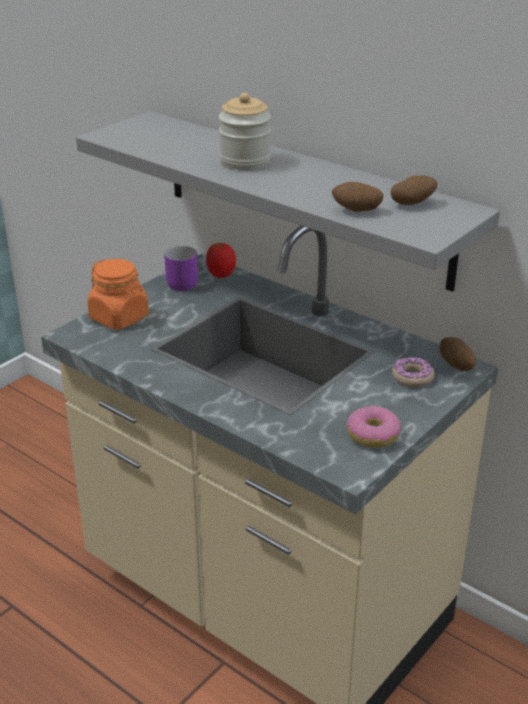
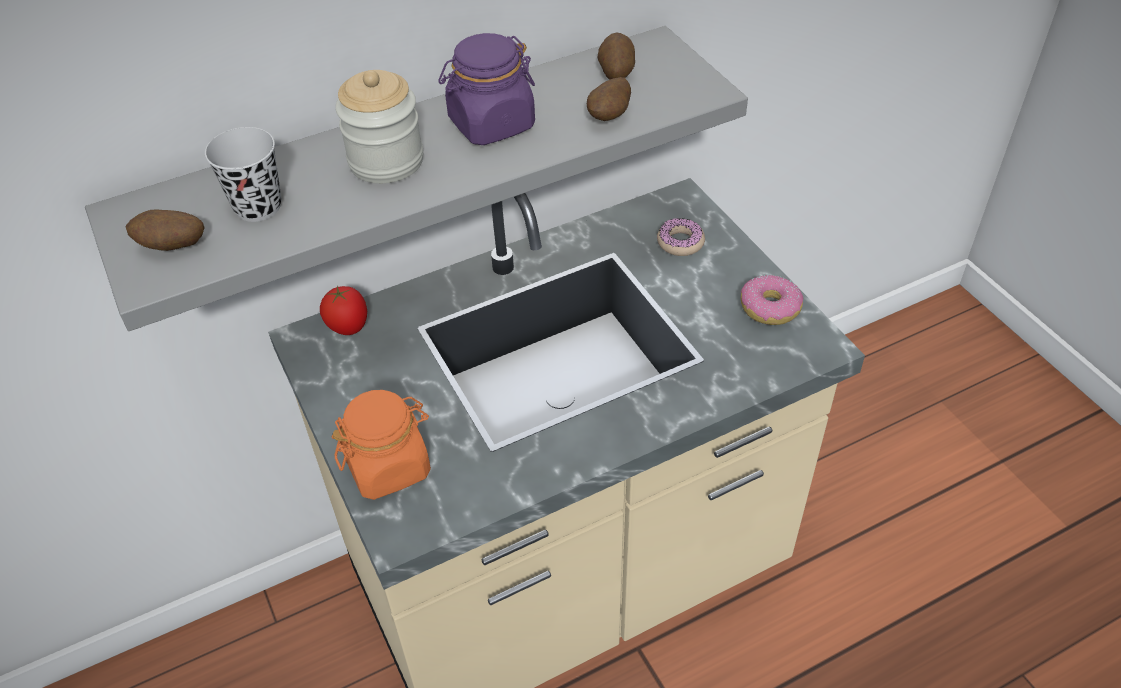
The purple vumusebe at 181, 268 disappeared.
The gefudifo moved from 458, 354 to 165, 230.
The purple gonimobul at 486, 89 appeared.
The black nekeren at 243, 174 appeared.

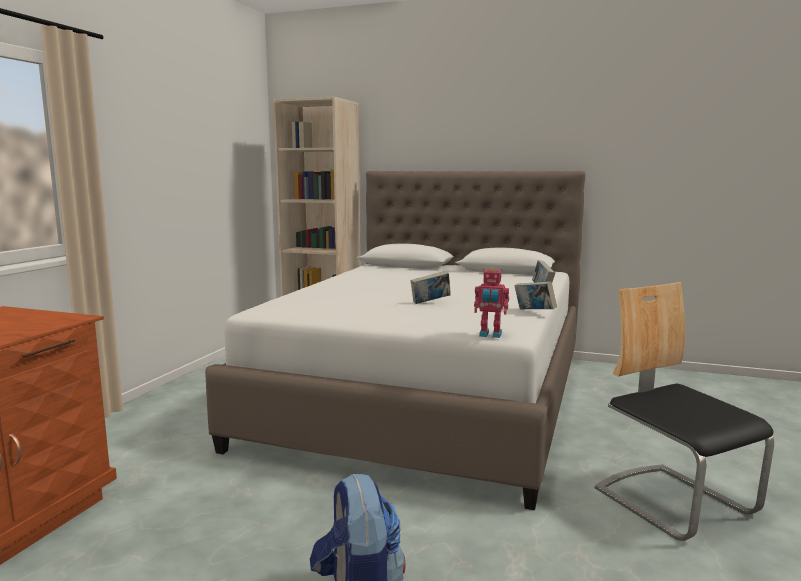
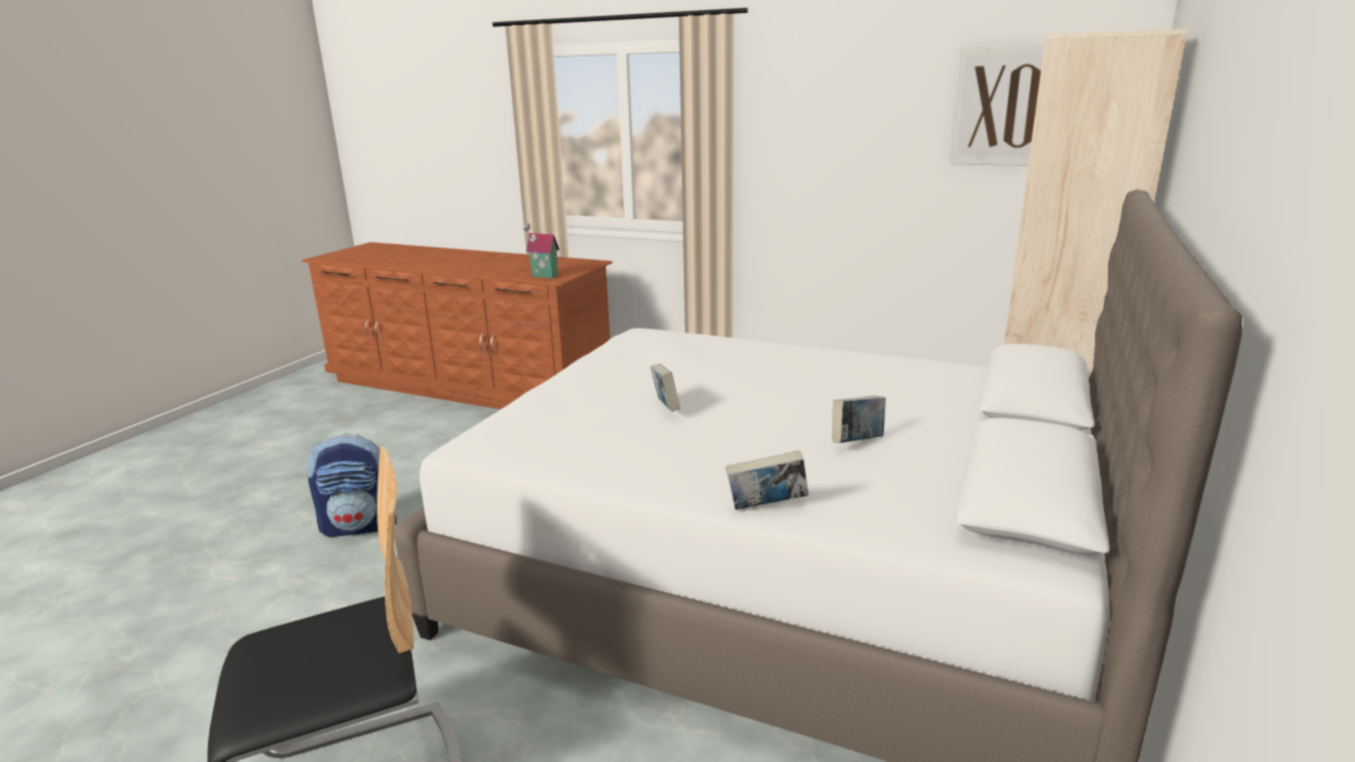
The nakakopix at 491, 303 disappeared.
The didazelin moved from 536, 295 to 859, 419.
The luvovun at 997, 105 appeared.
The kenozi at 541, 250 appeared.

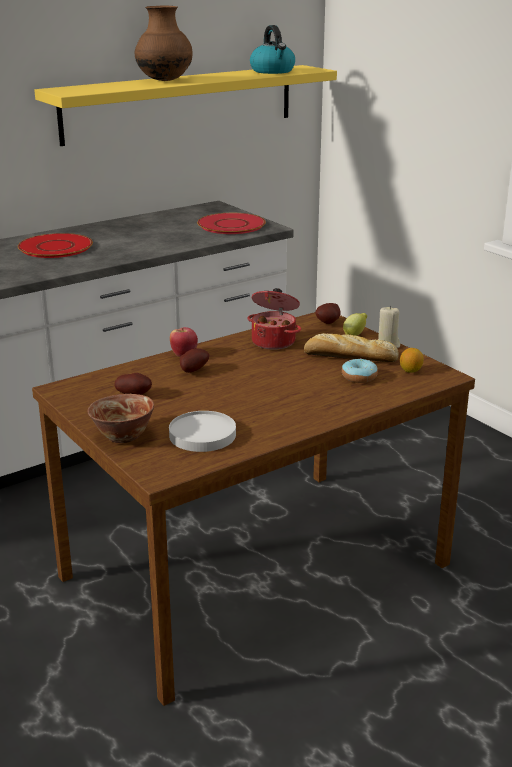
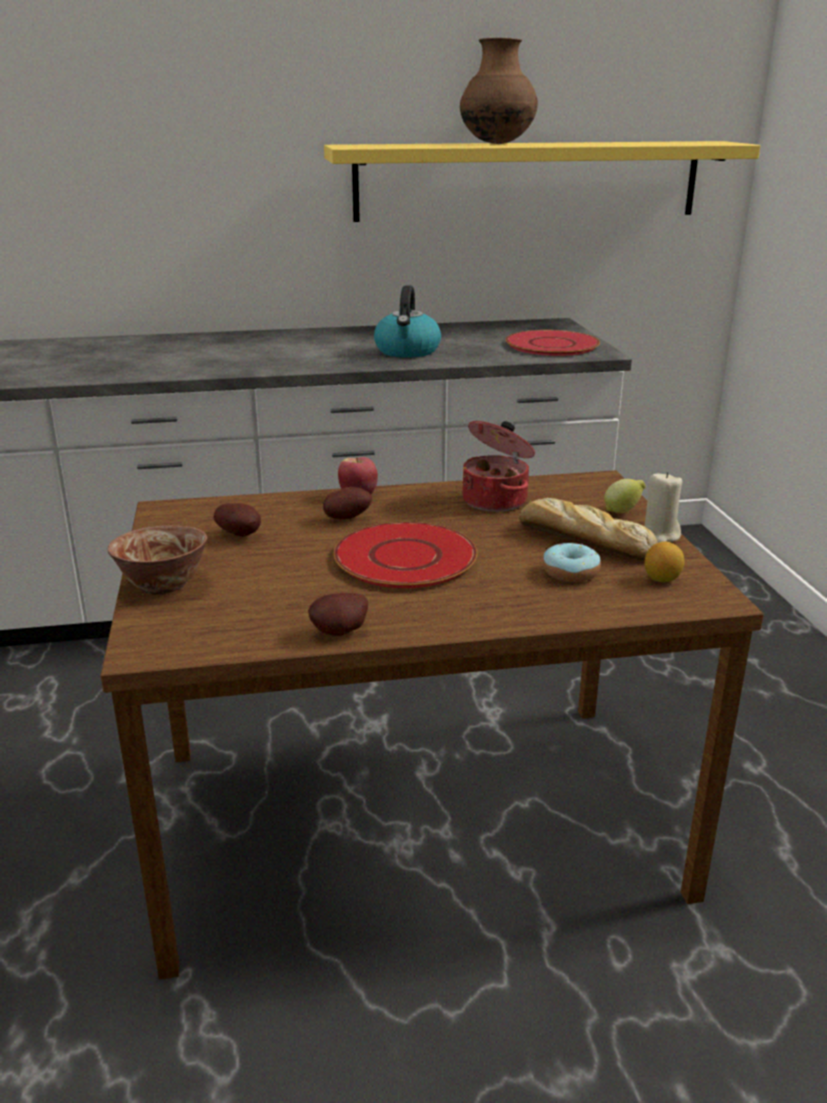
The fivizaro moved from 272, 49 to 407, 321.
The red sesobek moved from 55, 245 to 405, 555.
The gefudifo moved from 328, 313 to 338, 614.
The white sesobek at 202, 431 disappeared.

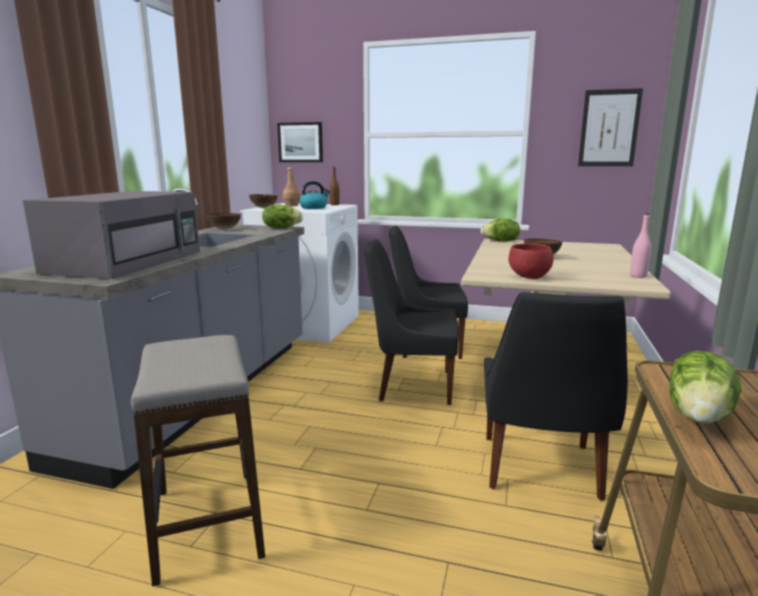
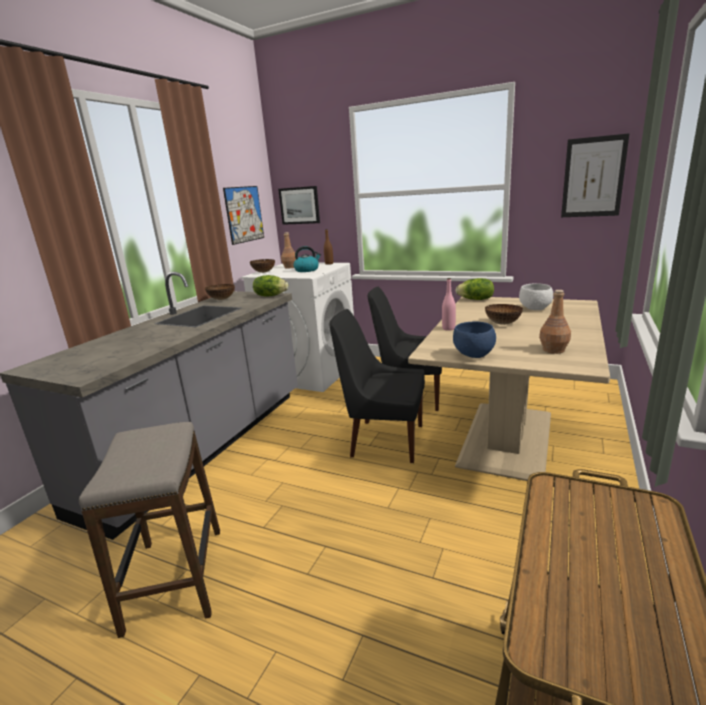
The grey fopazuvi at 111, 235 disappeared.
The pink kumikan moved from 640, 245 to 449, 304.
The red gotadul at 531, 261 became the blue gotadul at 474, 340.
The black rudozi at 556, 396 disappeared.
The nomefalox at 705, 387 disappeared.
The luvovun at 243, 215 appeared.
The white gotadul at 536, 296 appeared.
The brown kumikan at 555, 322 appeared.

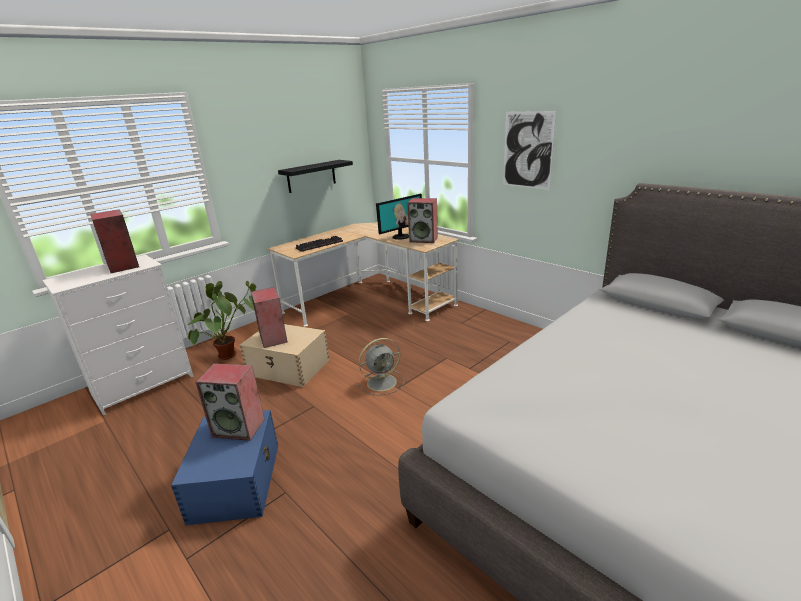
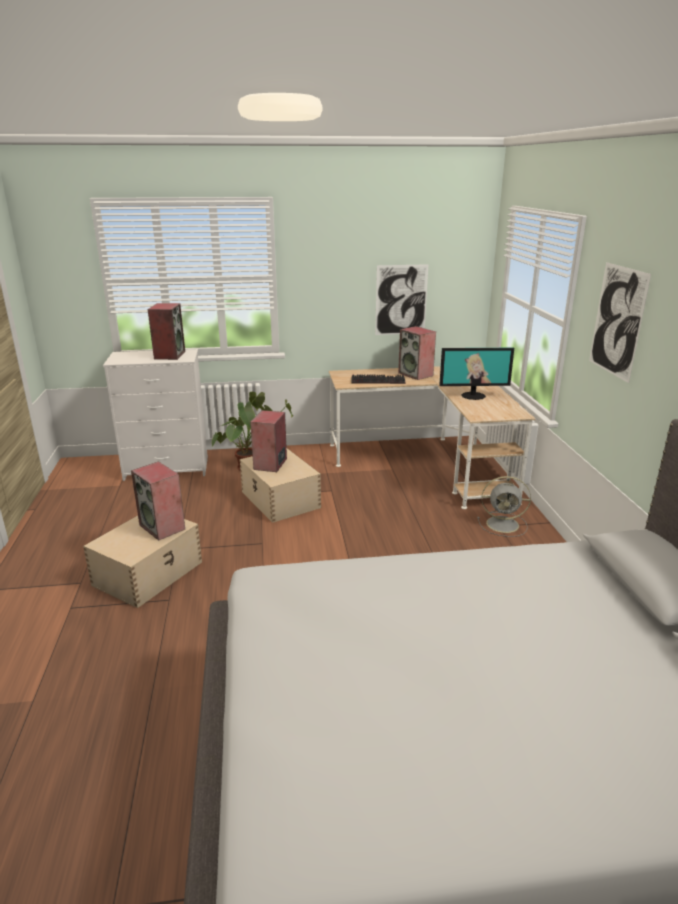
The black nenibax at 315, 176 was replaced by the luvovun at 402, 299.
The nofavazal moved from 422, 220 to 417, 353.
The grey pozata moved from 381, 367 to 504, 506.
The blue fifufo at 224, 467 became the beige fifufo at 142, 561.

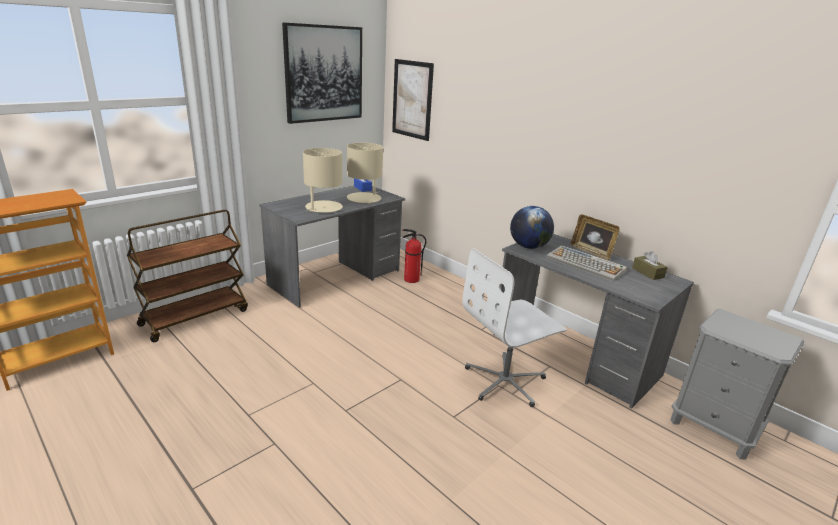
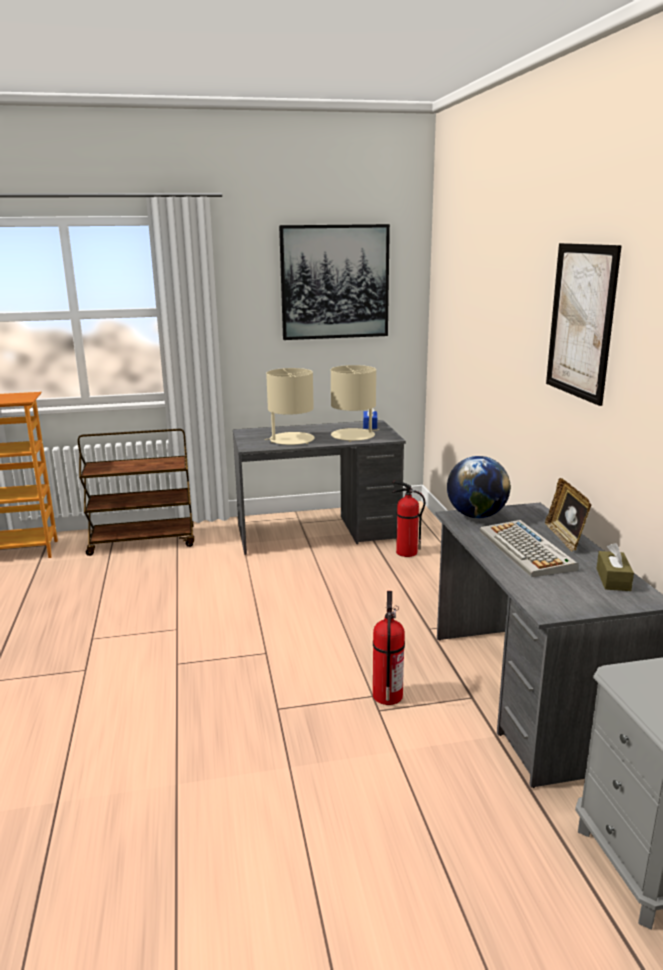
The luvovun moved from 413, 100 to 584, 324.
The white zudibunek at 514, 327 was replaced by the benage at 389, 648.

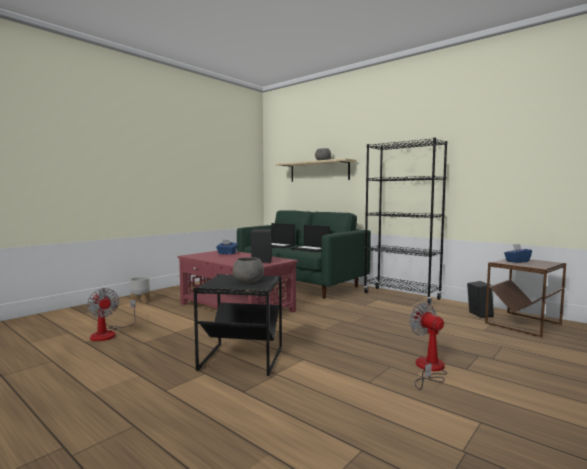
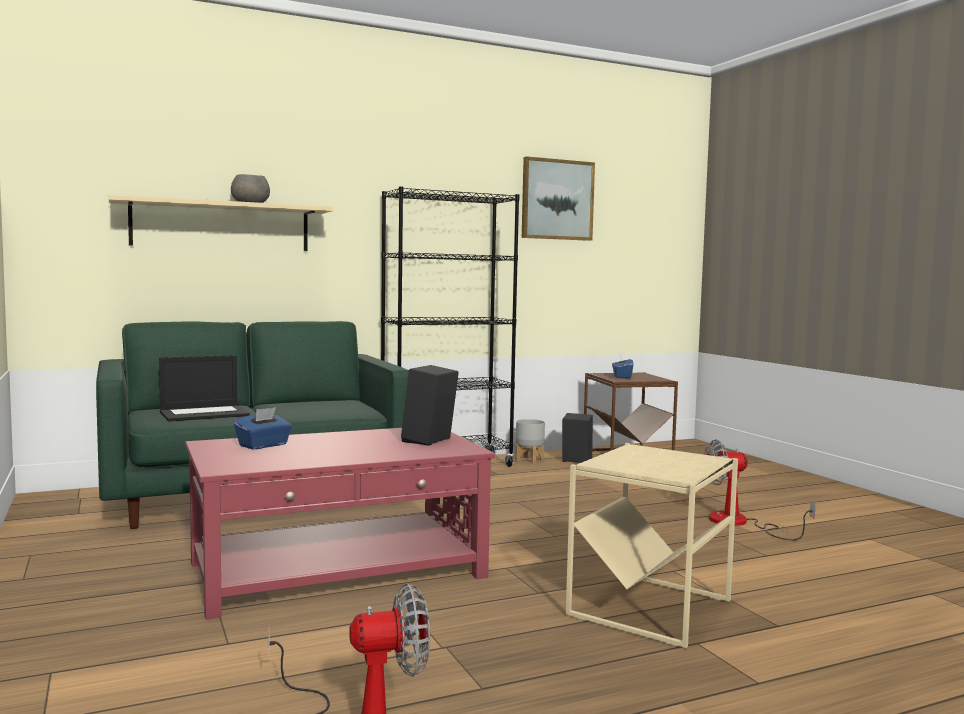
The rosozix at 310, 238 disappeared.
The grey gotadul at 248, 270 disappeared.
The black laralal at 238, 325 became the beige laralal at 652, 545.
The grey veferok moved from 140, 290 to 530, 441.
The luvovun at 558, 198 appeared.

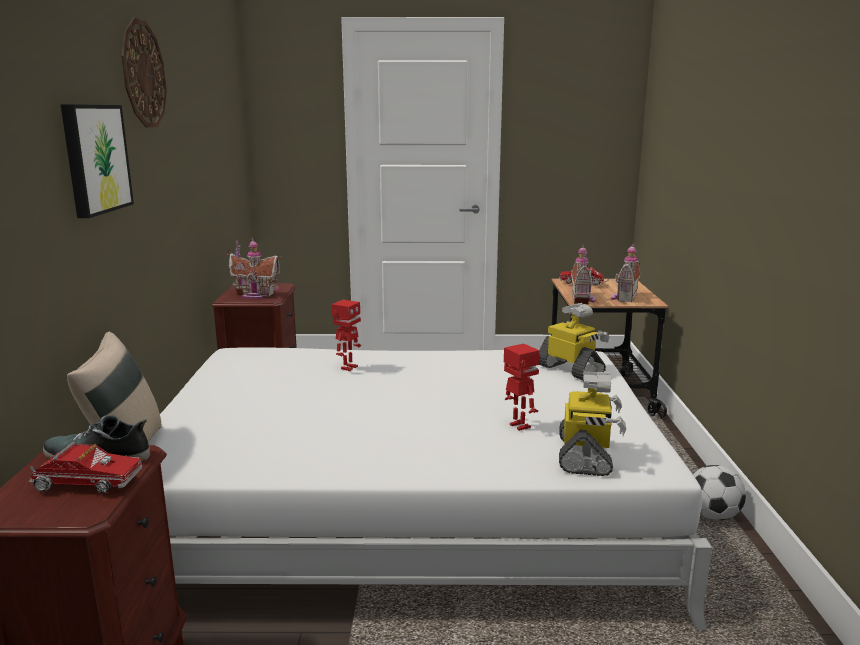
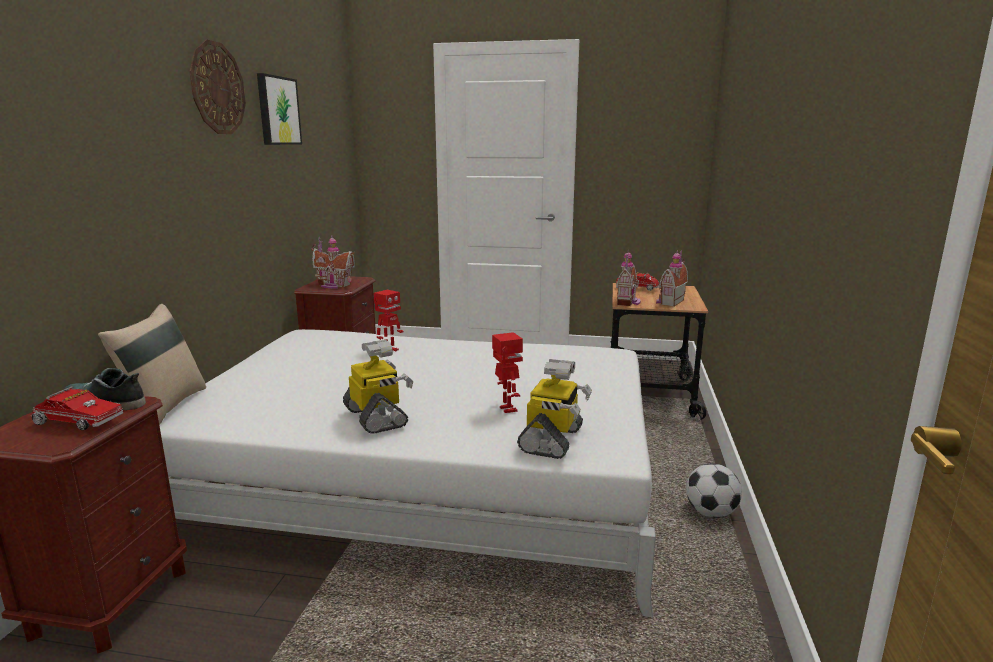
The luvovun moved from 97, 161 to 279, 109.
The nakakopix moved from 574, 342 to 378, 386.

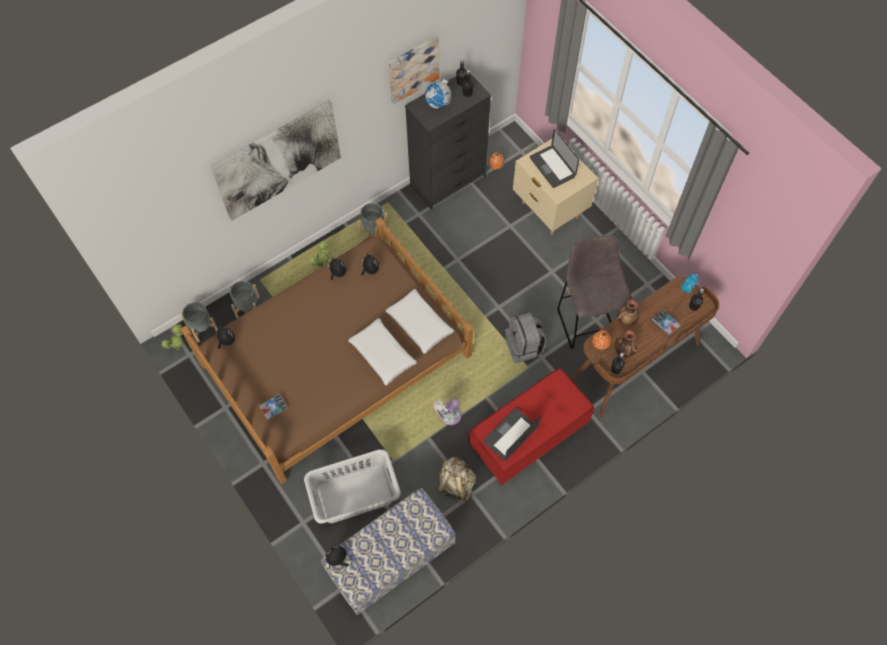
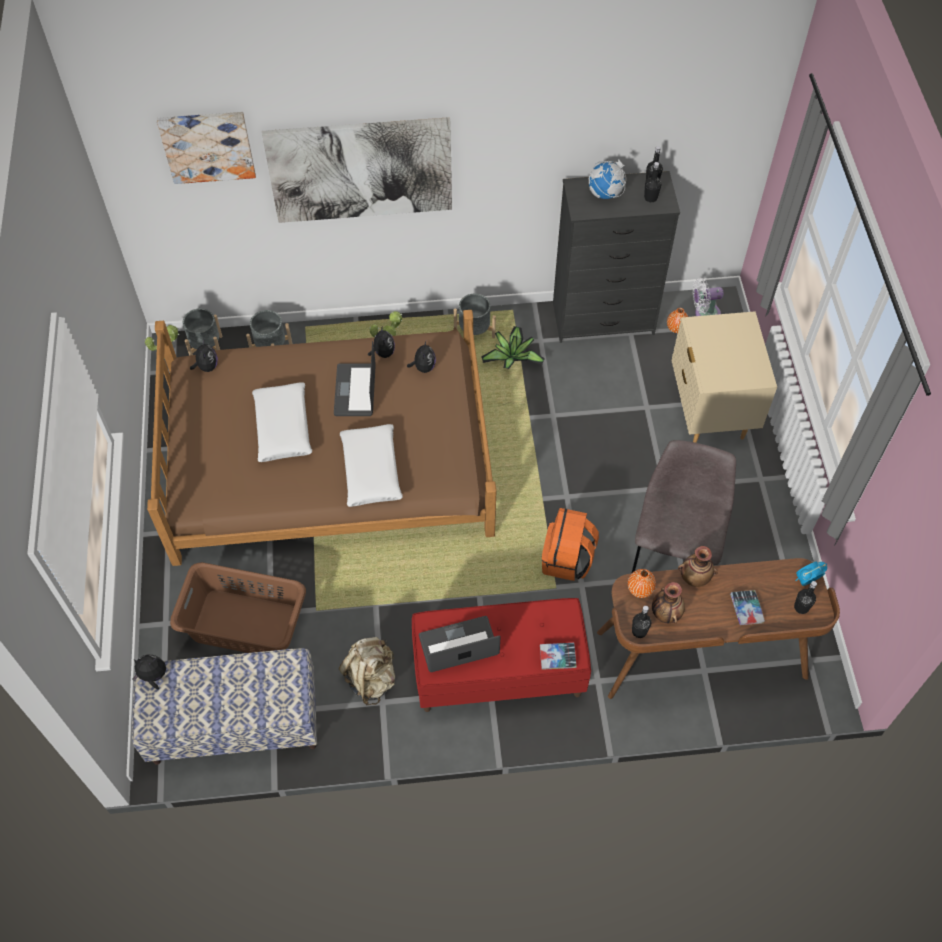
The luvovun moved from 413, 70 to 206, 148.
The rosozix moved from 554, 158 to 355, 378.
The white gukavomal moved from 419, 321 to 282, 422.
The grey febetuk at 525, 338 became the orange febetuk at 570, 544.
The didazelin moved from 273, 407 to 558, 656.
The white pozata moved from 447, 412 to 708, 297.
The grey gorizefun at 352, 486 became the brown gorizefun at 238, 607.
The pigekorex at 513, 347 appeared.

